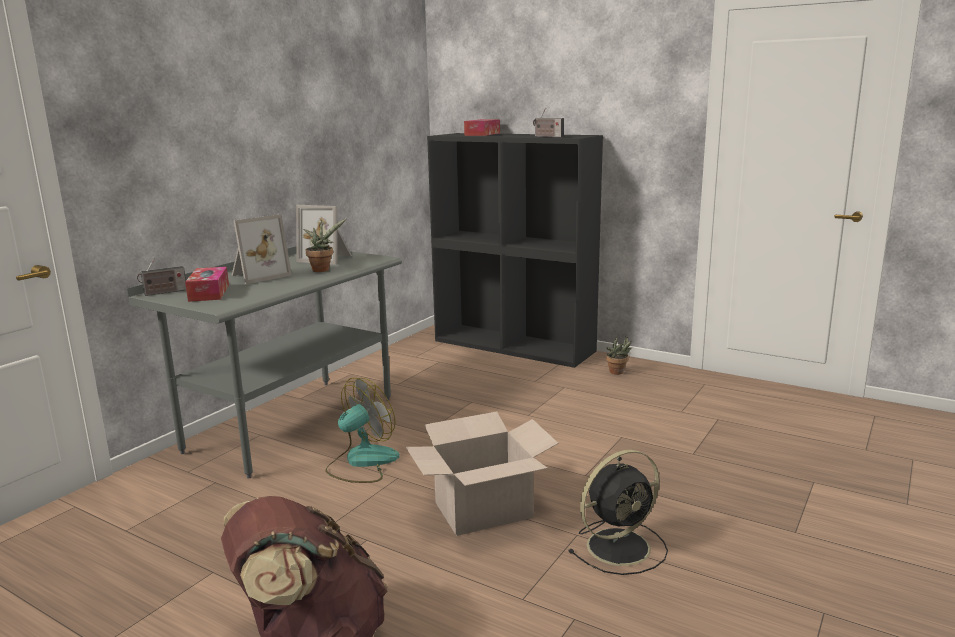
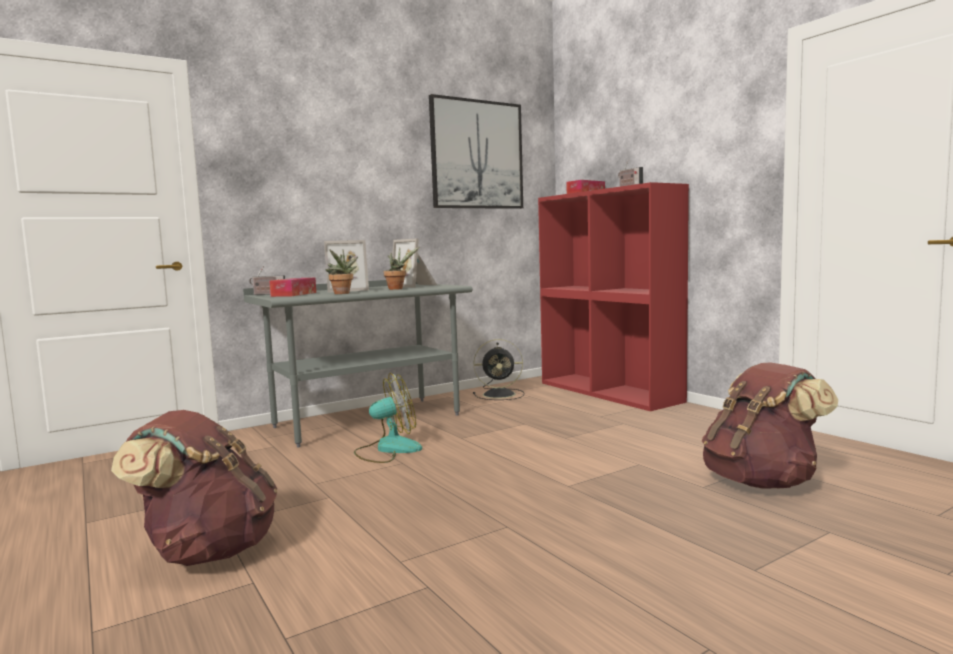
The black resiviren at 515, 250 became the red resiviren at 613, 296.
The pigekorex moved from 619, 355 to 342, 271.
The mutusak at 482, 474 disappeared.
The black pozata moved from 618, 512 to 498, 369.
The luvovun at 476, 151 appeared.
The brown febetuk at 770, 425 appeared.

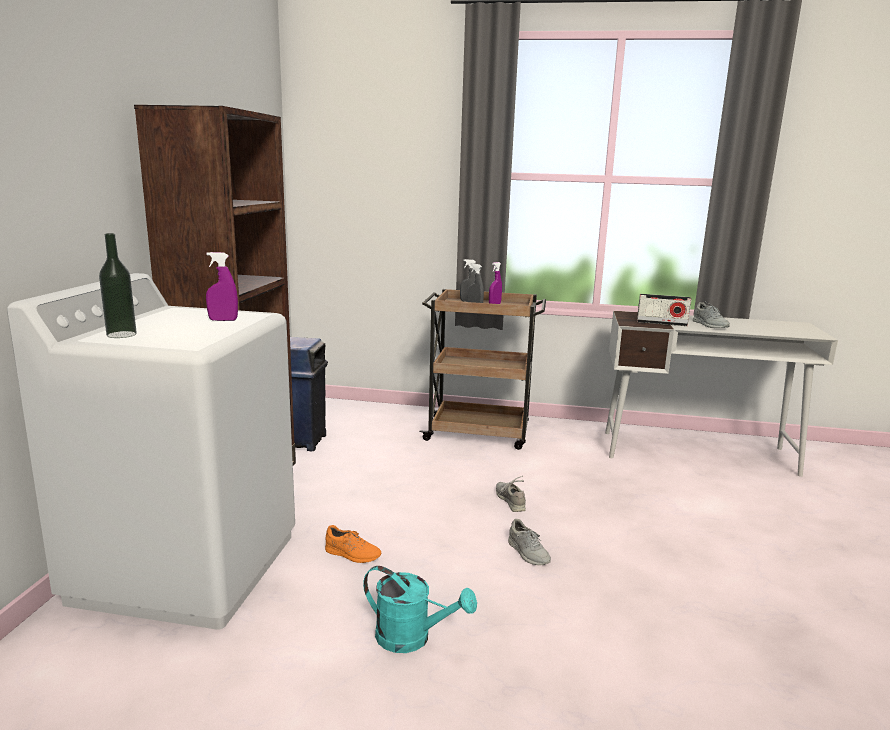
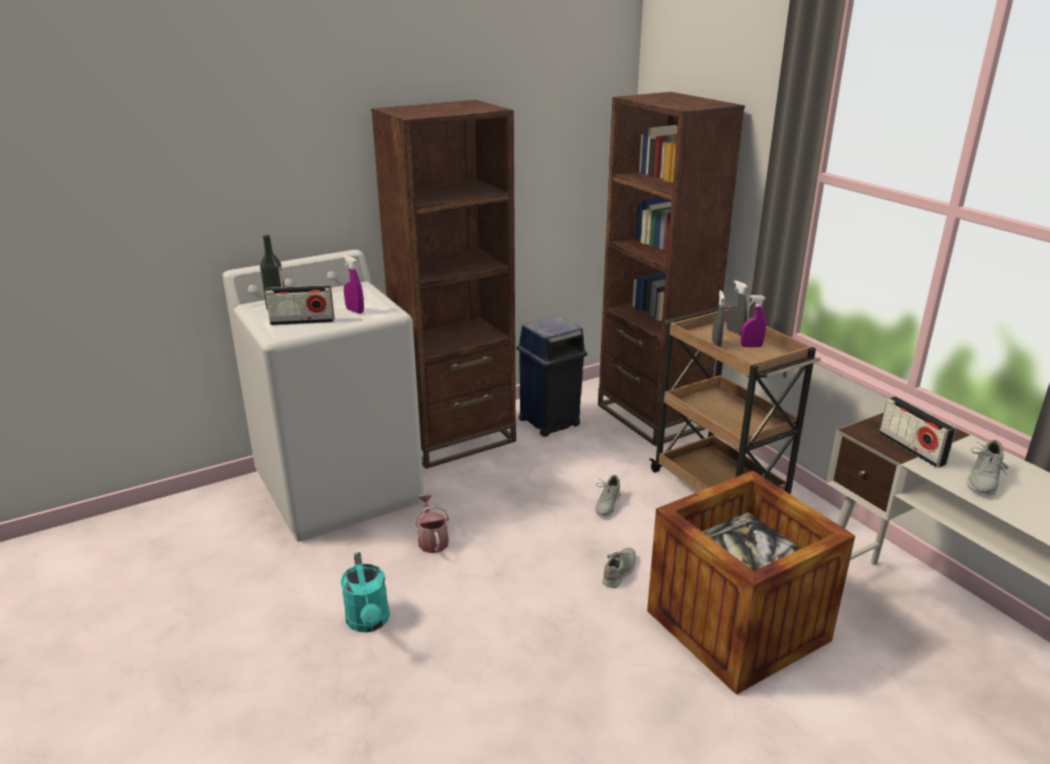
The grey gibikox moved from 529, 542 to 608, 495.
The orange gibikox at 353, 544 was replaced by the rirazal at 432, 524.
The brown resiviren at 671, 269 appeared.
The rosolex at 299, 305 appeared.
The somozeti at 751, 582 appeared.

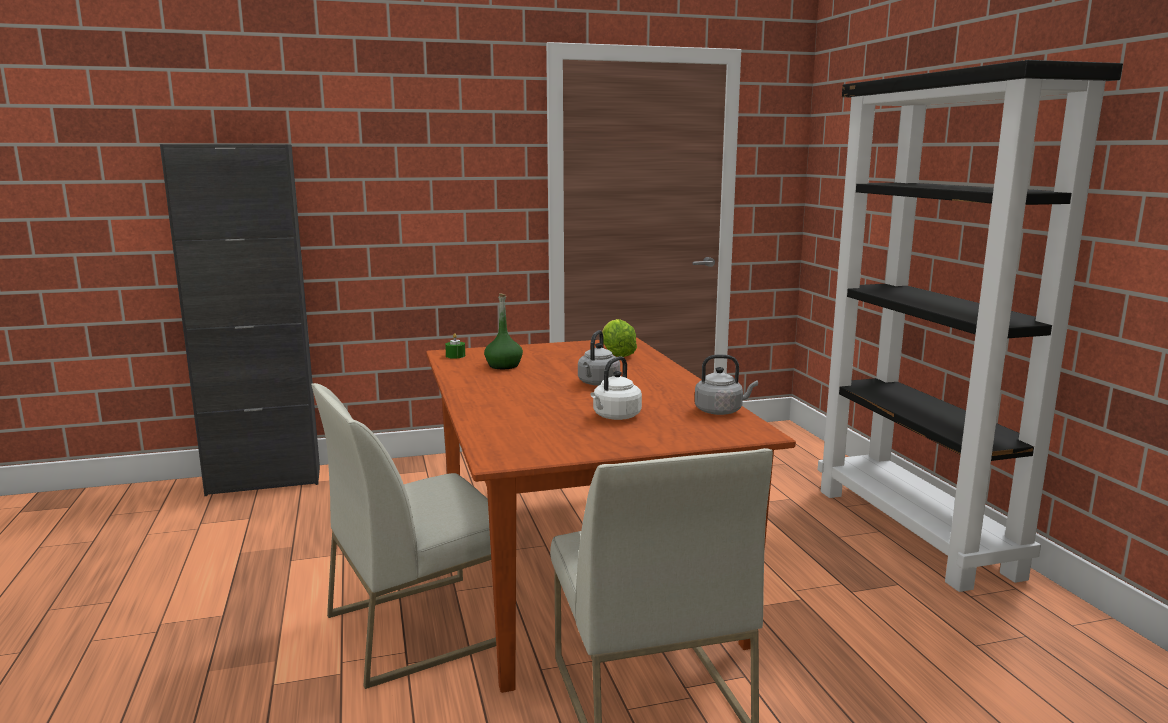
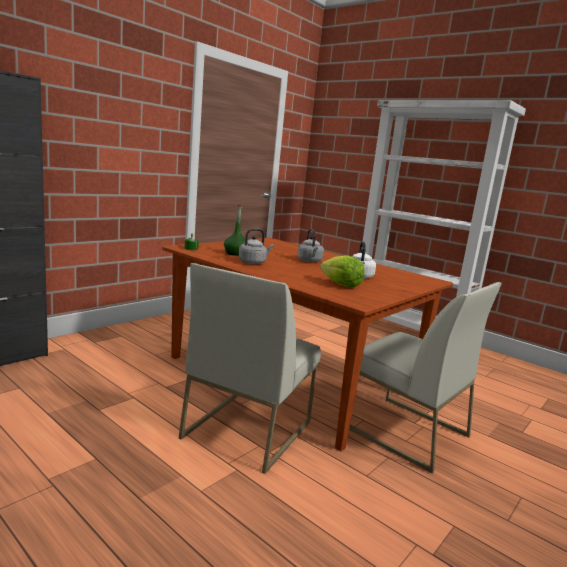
The black resiviren at 970, 326 became the white resiviren at 444, 215.
The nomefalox moved from 619, 338 to 342, 271.
The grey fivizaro moved from 726, 385 to 256, 246.

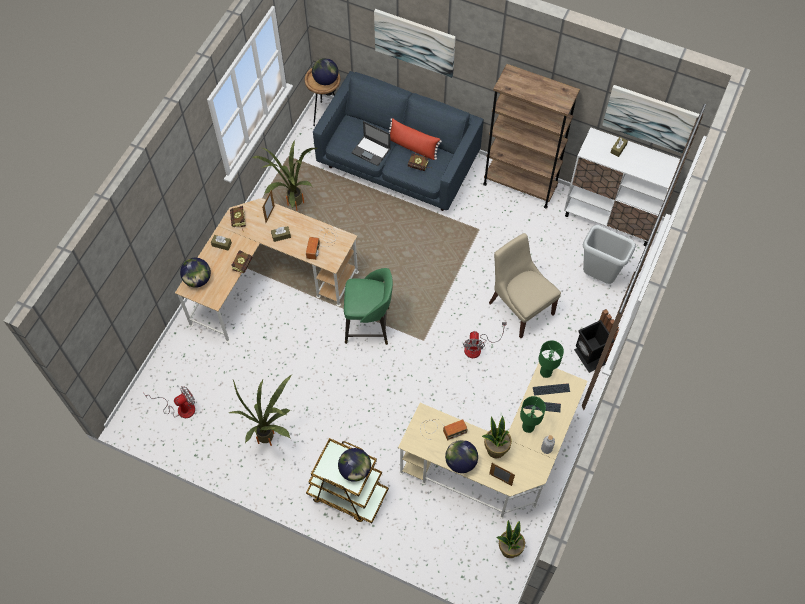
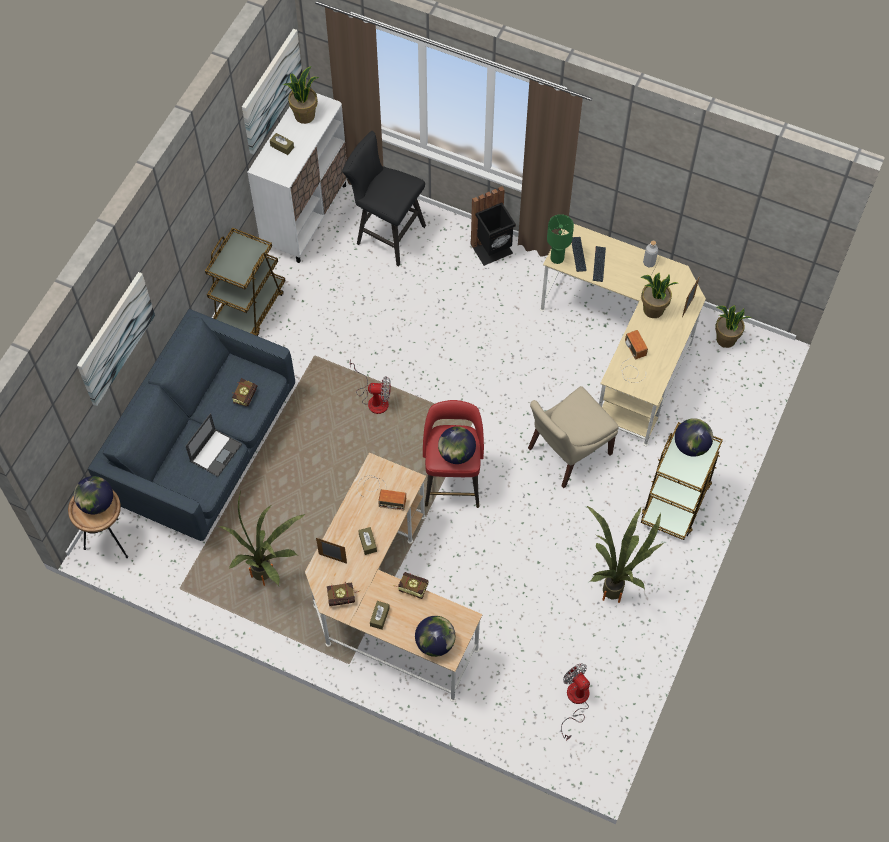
The brown resiviren at 531, 136 was replaced by the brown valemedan at 245, 282.
The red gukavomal at 415, 139 disappeared.
The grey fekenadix at 609, 254 was replaced by the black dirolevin at 384, 198.
The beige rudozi moved from 525, 285 to 573, 437.
The green dirolevin at 368, 306 became the red dirolevin at 453, 454.
The pozata moved from 485, 340 to 370, 387.
The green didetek at 533, 414 disappeared.
The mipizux moved from 461, 456 to 457, 445.
The pigekorex at 301, 95 appeared.

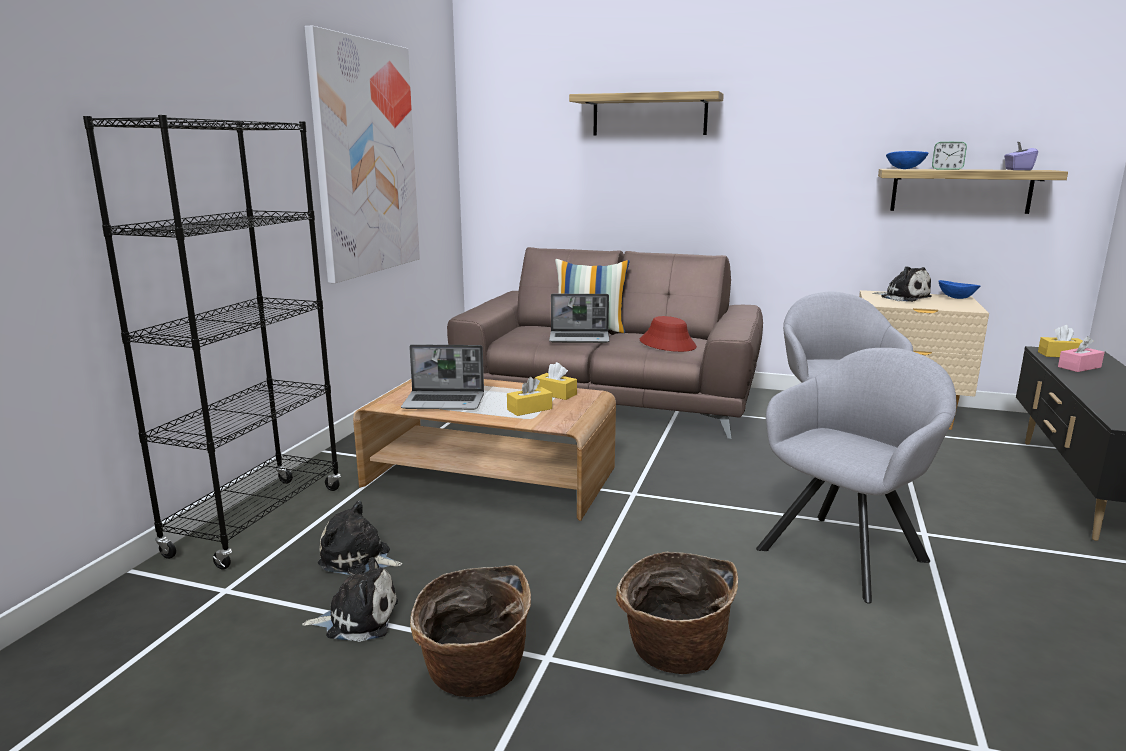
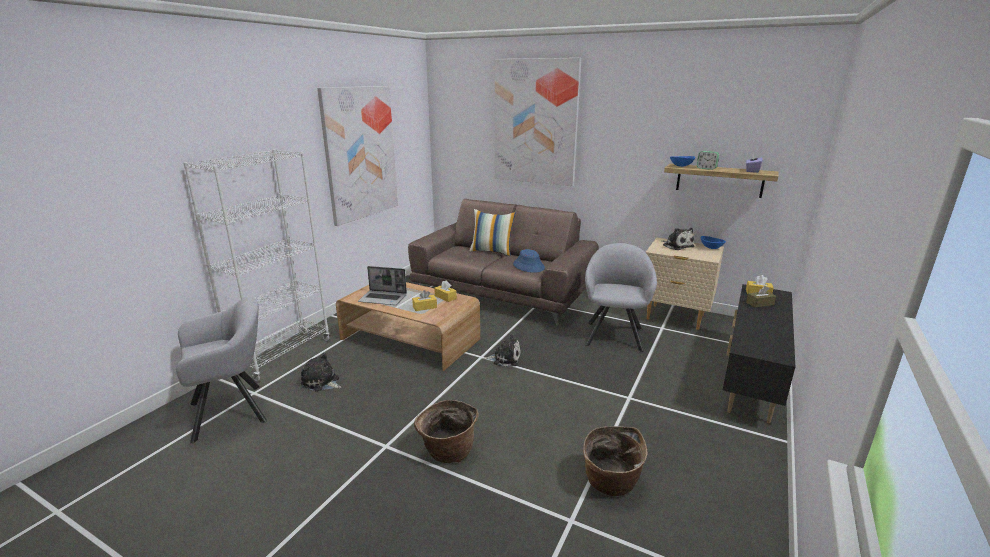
The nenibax at 646, 113 was replaced by the luvovun at 537, 122.
The black resiviren at 212, 342 became the white resiviren at 256, 265.
The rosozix at 579, 318 disappeared.
The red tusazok at 668, 334 became the blue tusazok at 529, 261.
The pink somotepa at 1081, 354 became the brown somotepa at 761, 297.
The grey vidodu moved from 856, 476 to 221, 370.
The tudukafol moved from 350, 599 to 502, 350.
The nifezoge moved from 470, 631 to 615, 461.

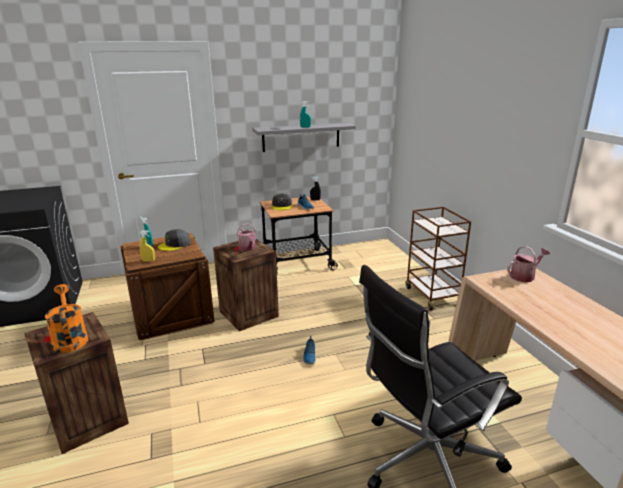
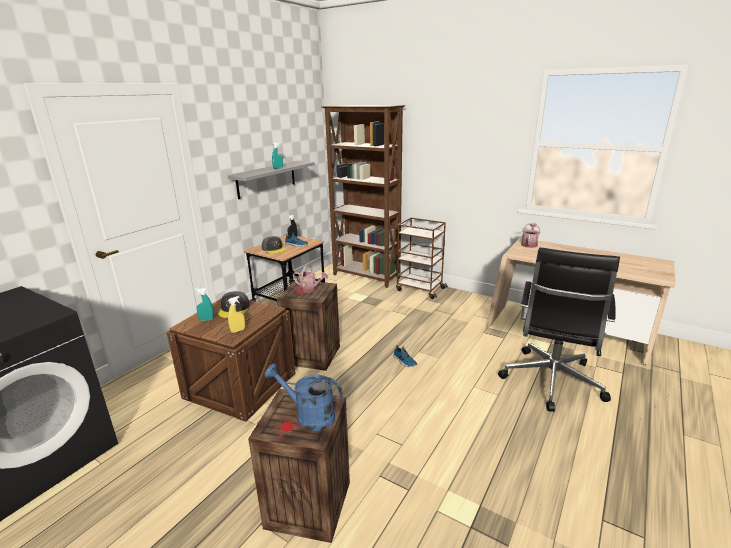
The orange rirazal at 66, 318 became the blue rirazal at 303, 397.
The brown resiviren at 363, 196 appeared.

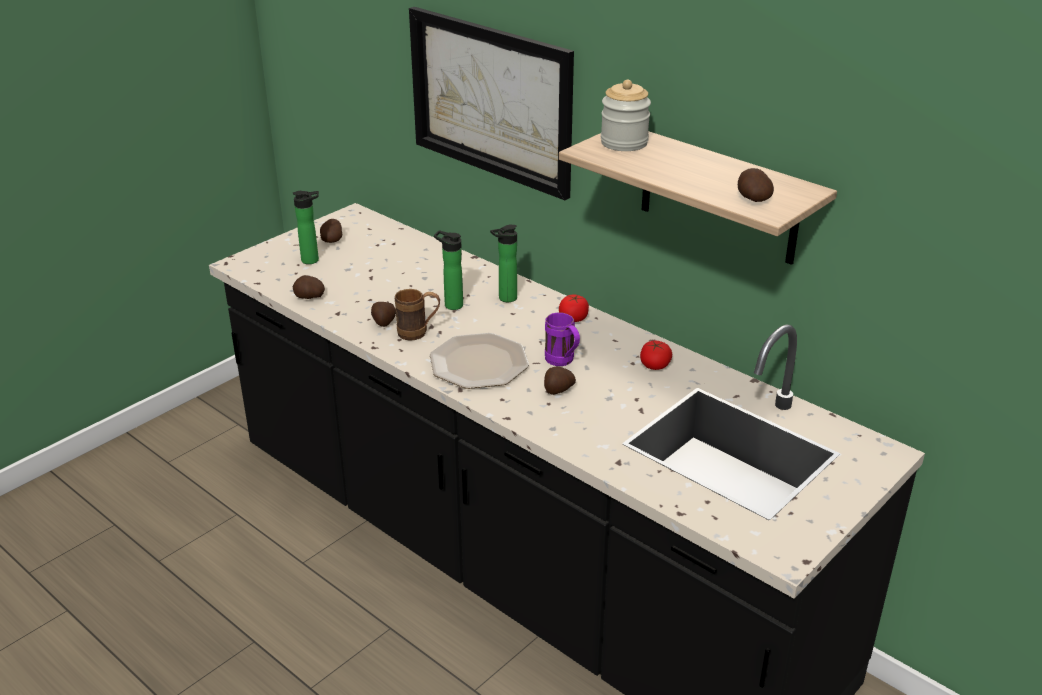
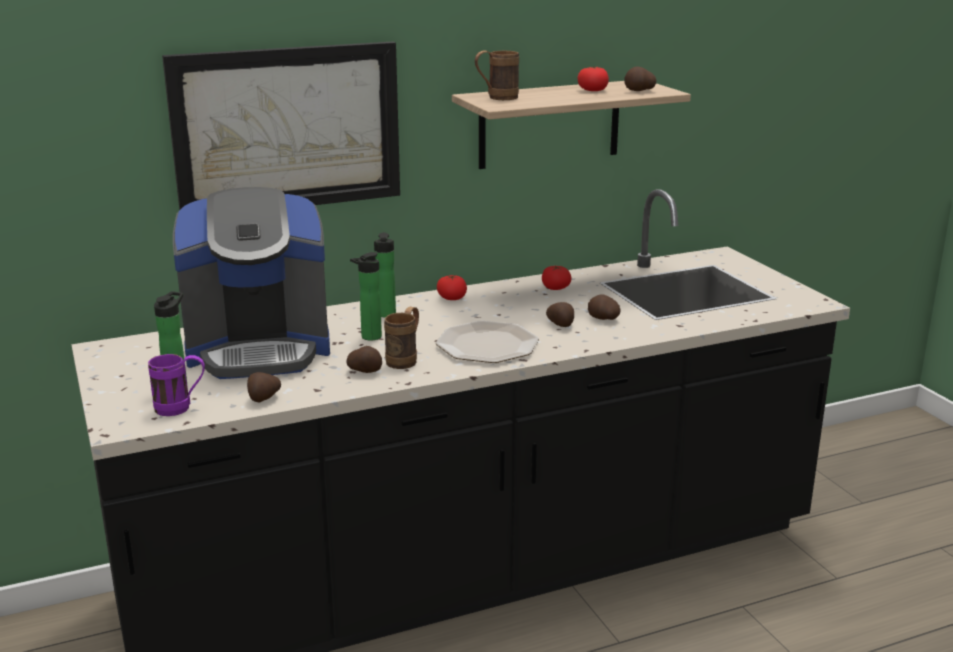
The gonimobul at 626, 115 was replaced by the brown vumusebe at 497, 75.
The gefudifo moved from 331, 231 to 604, 307.
The purple vumusebe moved from 562, 339 to 176, 385.
The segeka at 593, 79 appeared.
The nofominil at 251, 283 appeared.

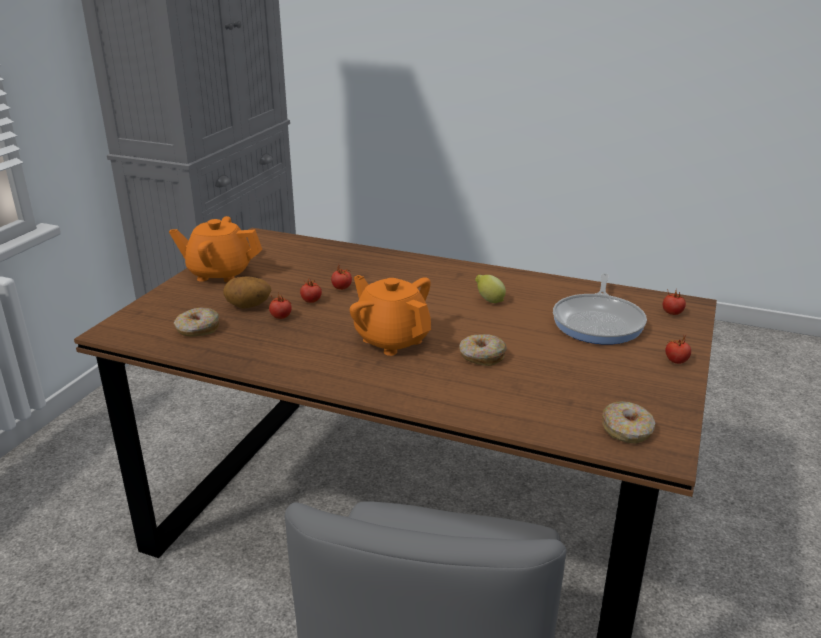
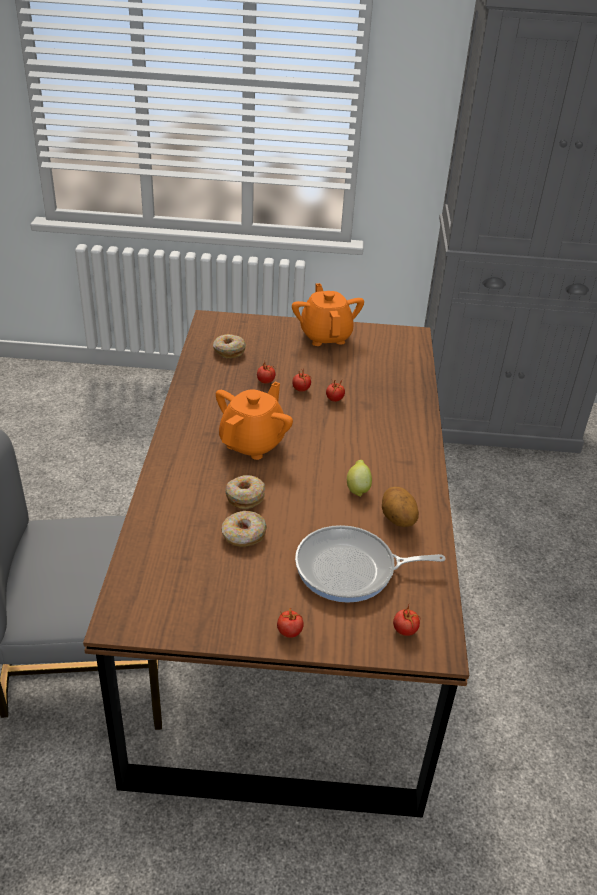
The gefudifo moved from 247, 292 to 400, 507.
The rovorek moved from 629, 422 to 244, 529.

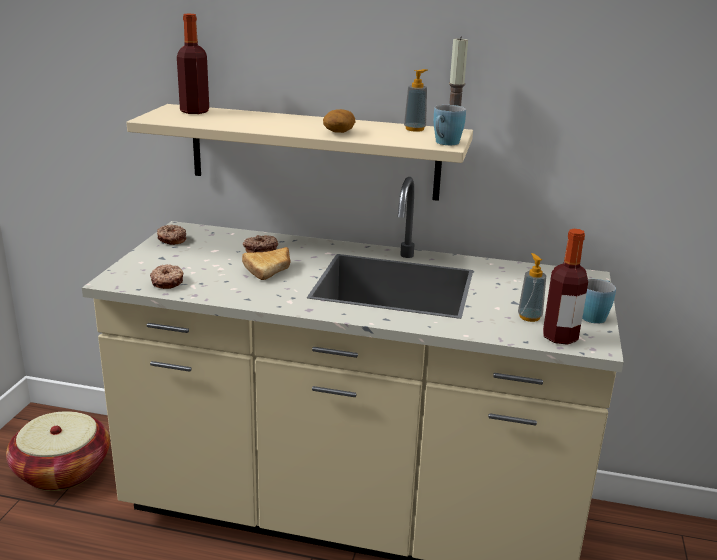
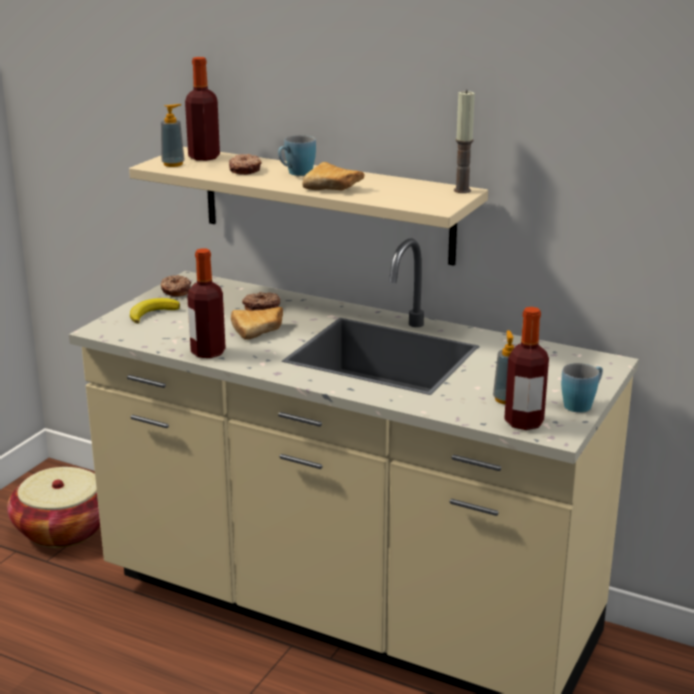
The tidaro moved from 415, 100 to 173, 135.
The blue vumusebe moved from 450, 125 to 297, 155.
The gefudifo at 339, 121 was replaced by the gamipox at 333, 176.
The rovorek moved from 167, 276 to 245, 164.
The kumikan at 206, 303 appeared.
The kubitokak at 155, 311 appeared.

